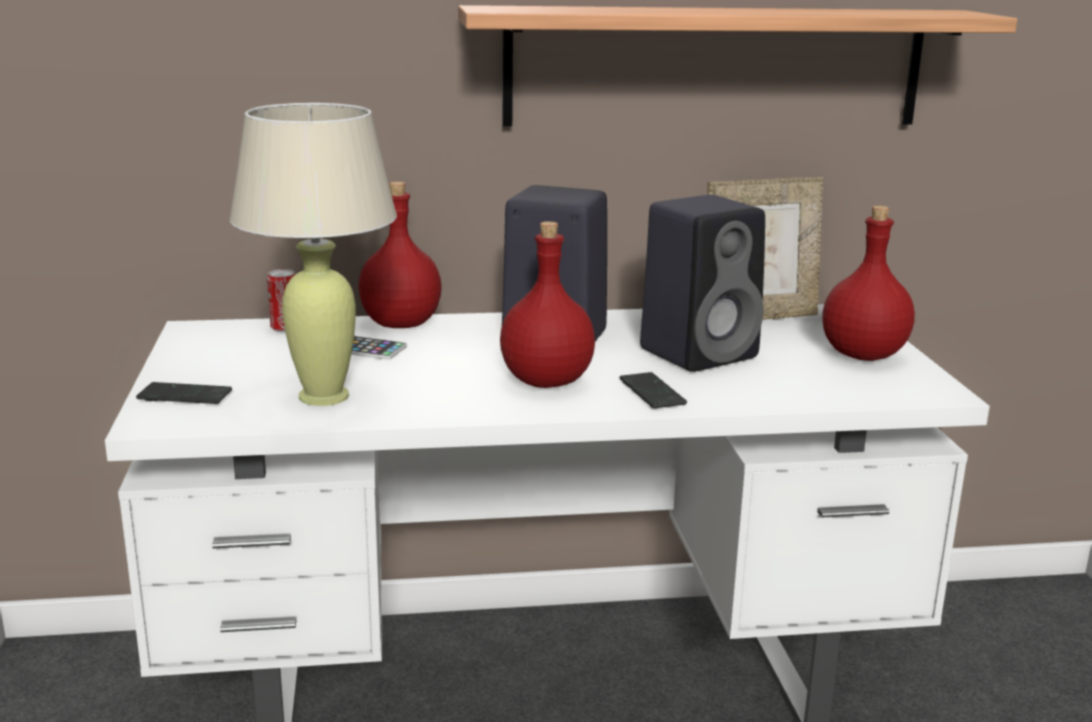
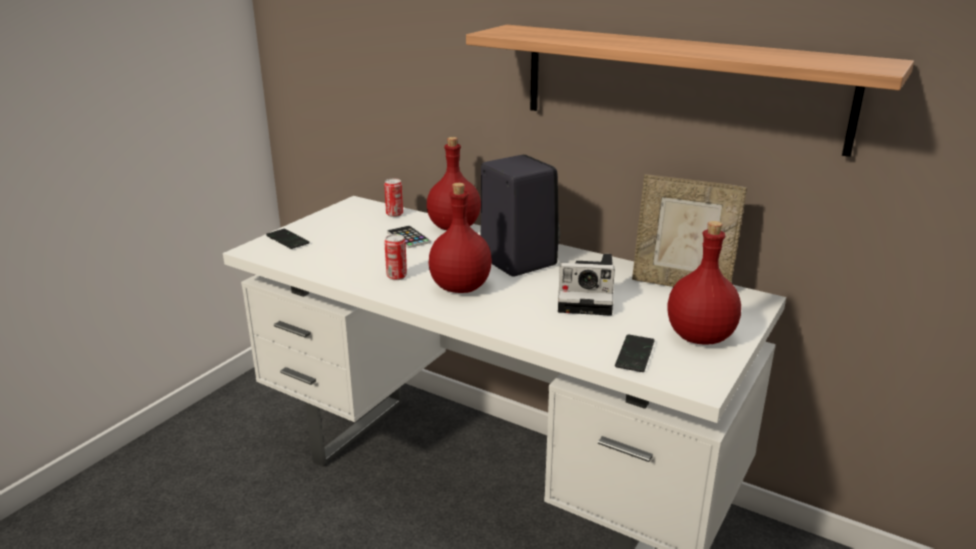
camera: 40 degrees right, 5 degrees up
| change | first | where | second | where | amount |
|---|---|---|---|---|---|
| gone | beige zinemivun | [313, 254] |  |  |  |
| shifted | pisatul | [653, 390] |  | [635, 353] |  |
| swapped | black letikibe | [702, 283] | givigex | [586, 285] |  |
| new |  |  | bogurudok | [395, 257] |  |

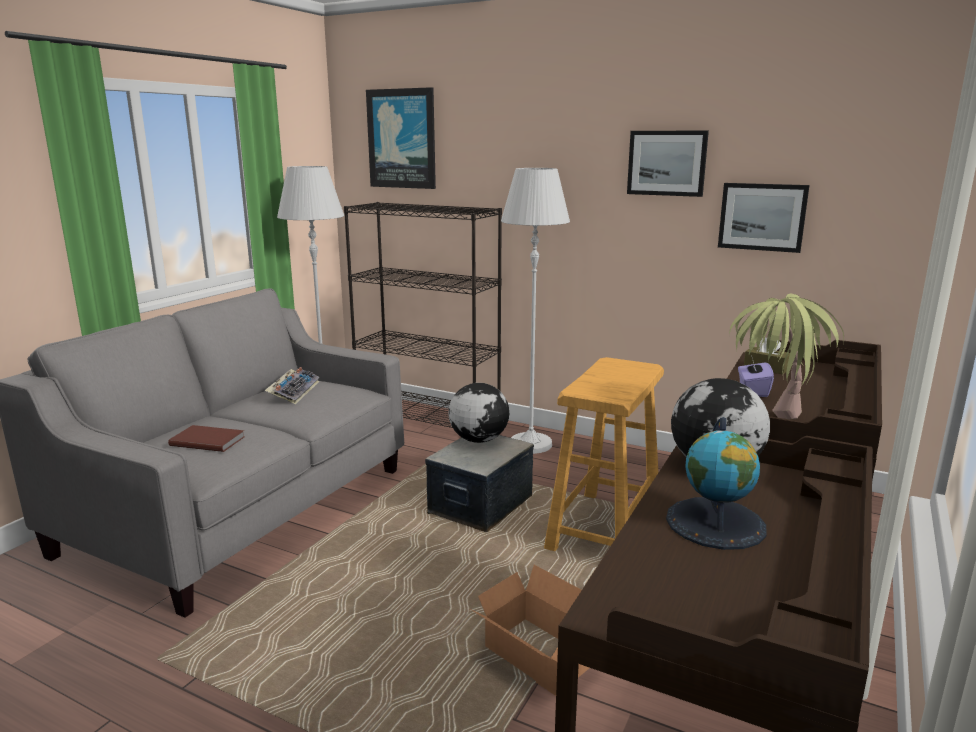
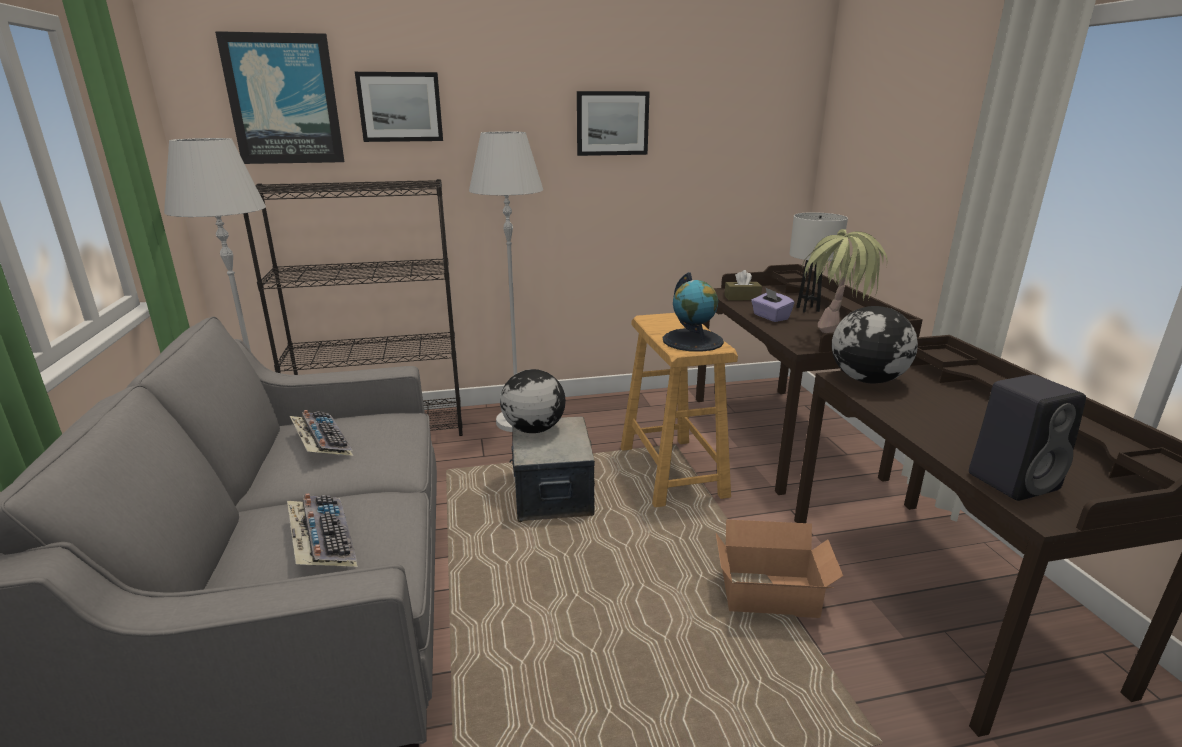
camera: 40 degrees left, 5 degrees up
| change | first | where | second | where | amount |
|---|---|---|---|---|---|
| swapped | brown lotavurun | [206, 438] | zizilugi | [322, 530] |  |
| shifted | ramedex | [716, 483] |  | [693, 312] |  |
| shifted | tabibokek | [764, 218] |  | [399, 107] |  |
| new |  |  | white zinemivun | [818, 262] |  |
| new |  |  | black letikibe | [1027, 438] |  |

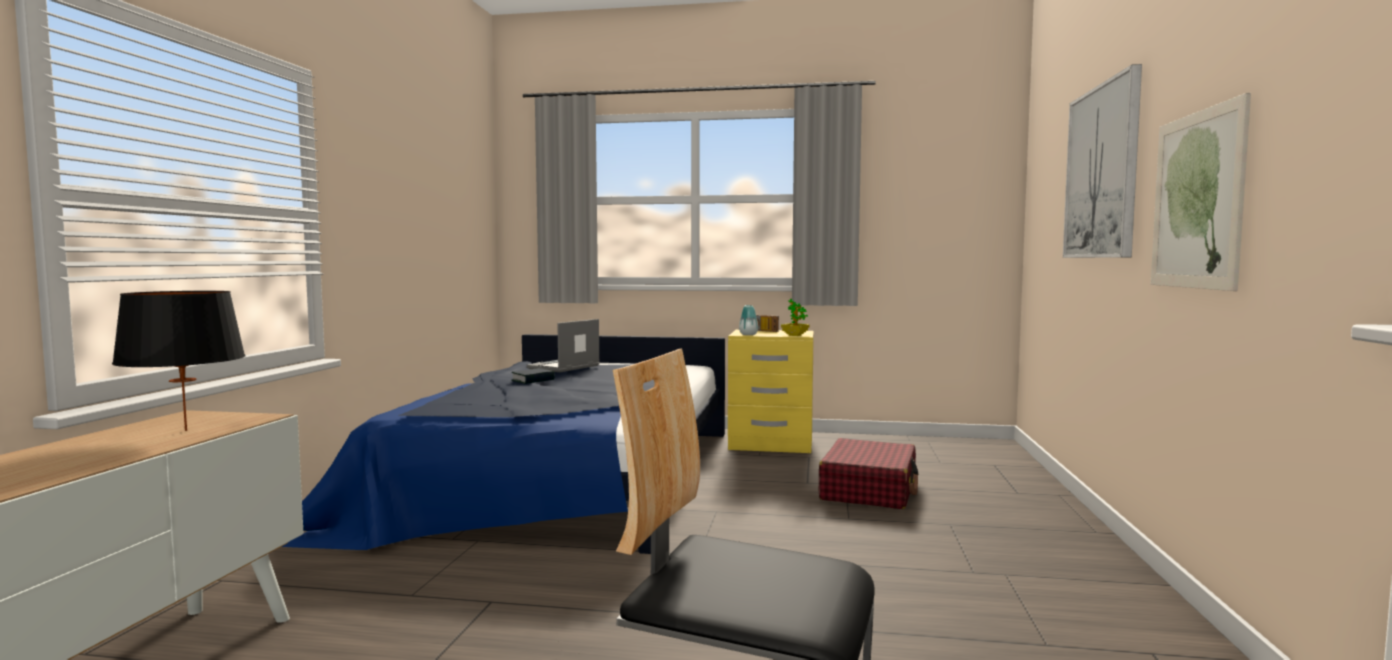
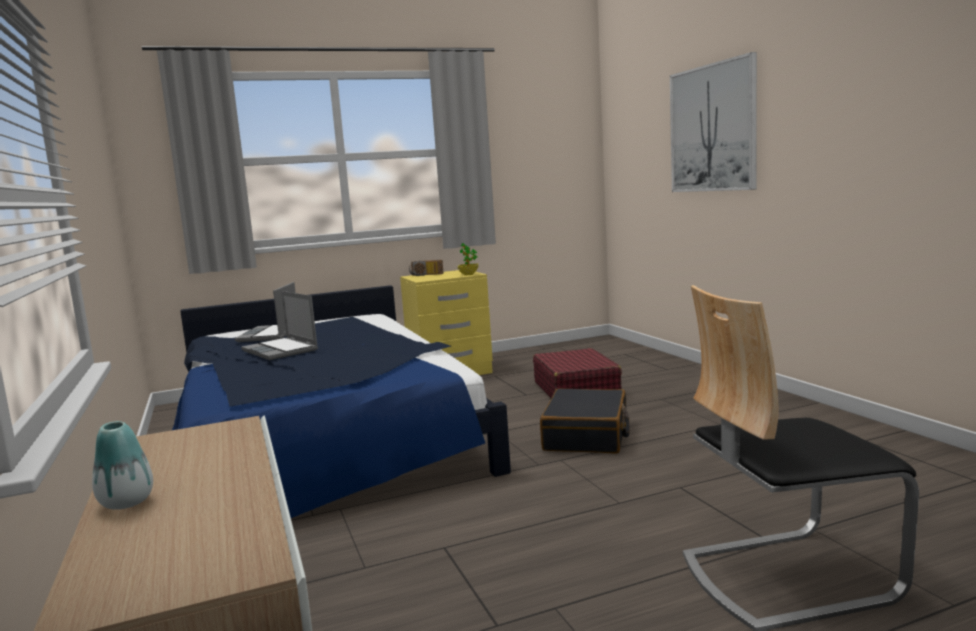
camera: 30 degrees left, 5 degrees up
| change | first | where | second | where | amount |
|---|---|---|---|---|---|
| gone | black zinemivun | [178, 361] |  |  |  |
| swapped | lotavurun | [533, 376] | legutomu | [279, 325] |  |
| shifted | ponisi | [748, 320] |  | [122, 465] |  |
| gone | tabibokek | [1201, 192] |  |  |  |
| new |  |  | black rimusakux | [584, 421] |  |

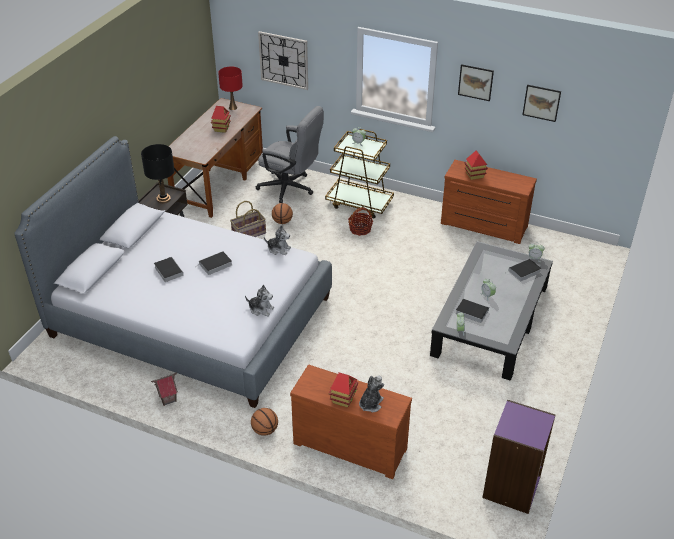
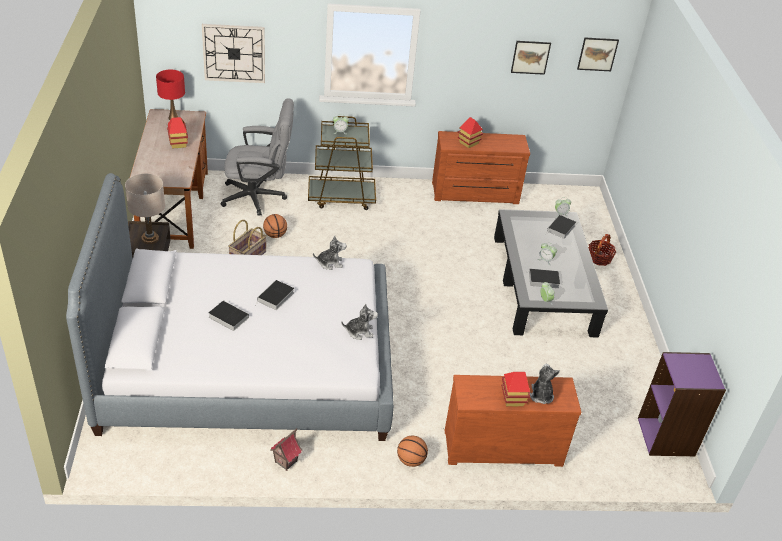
camera: 30 degrees left, 0 degrees up
| change | first | where | second | where | amount |
|---|---|---|---|---|---|
| repainted | black zinemivun | [158, 174] | beige zinemivun | [145, 209] |  |
| shifted | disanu | [360, 221] |  | [602, 250] |  |
| shifted | tabibokek | [476, 82] |  | [598, 54] |  |

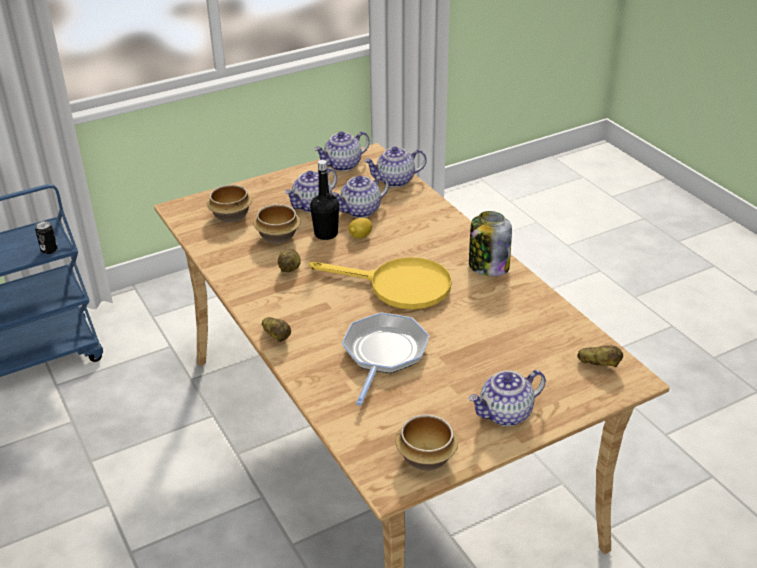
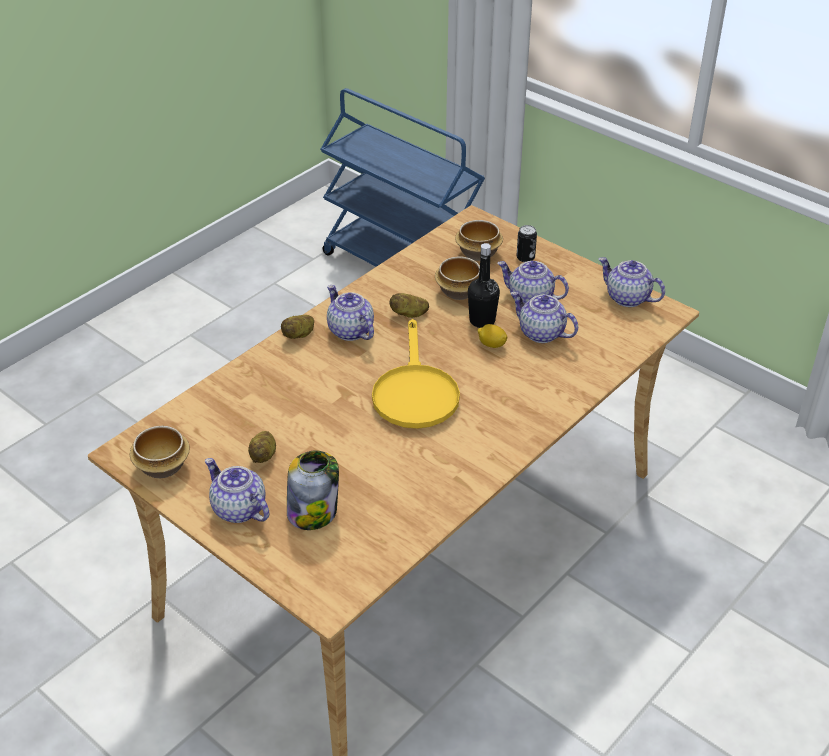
camera: 70 degrees right, 5 degrees up
| change | first | where | second | where | amount |
|---|---|---|---|---|---|
| shifted | bogurudok | [46, 237] |  | [526, 243] |  |
| gone | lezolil | [386, 359] |  |  |  |
| shifted | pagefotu | [395, 166] |  | [350, 313] |  |
| shifted | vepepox | [490, 243] |  | [313, 490] |  |
| shifted | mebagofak | [600, 356] |  | [262, 447] |  |

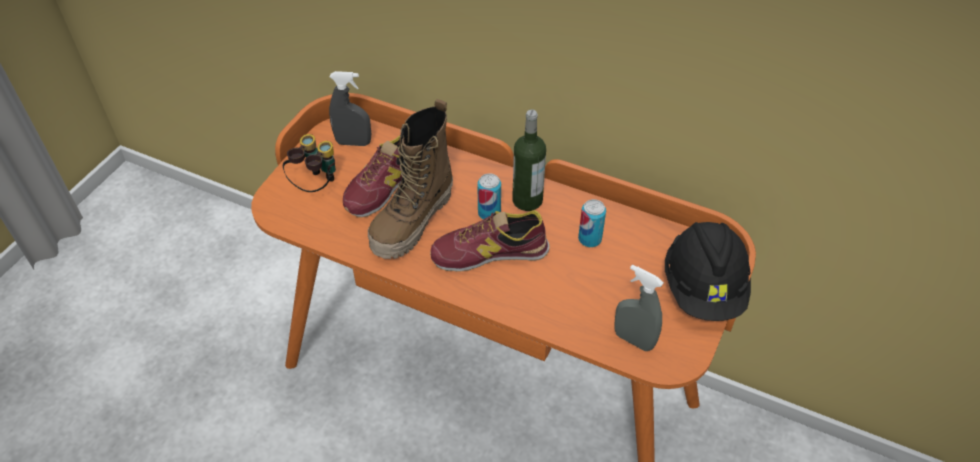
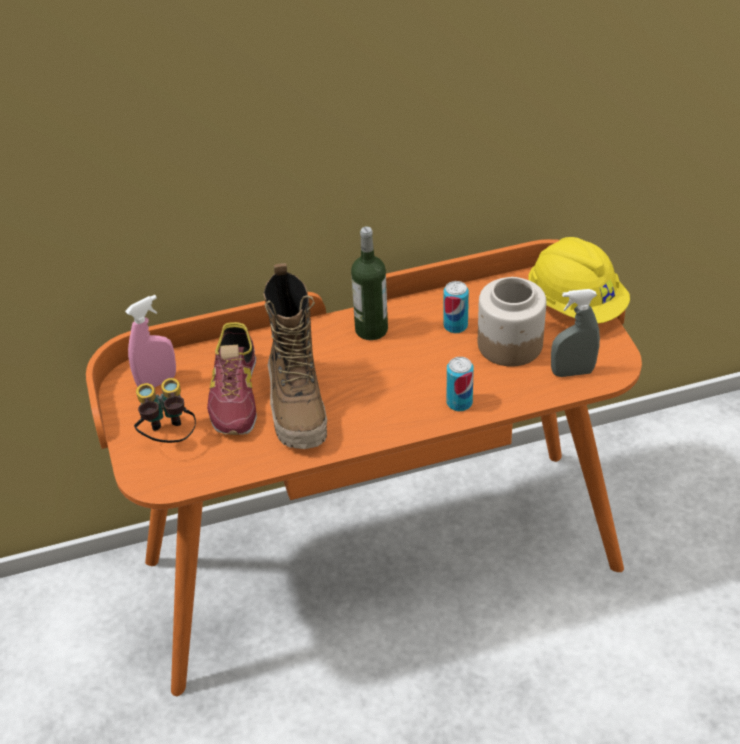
camera: 40 degrees left, 5 degrees down
| change | first | where | second | where | amount |
|---|---|---|---|---|---|
| repainted | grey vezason | [350, 108] | pink vezason | [150, 341] |  |
| gone | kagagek | [490, 241] |  |  |  |
| shifted | bogurudok | [489, 196] |  | [460, 384] |  |
| repainted | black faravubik | [708, 271] | yellow faravubik | [579, 280] |  |
| new |  |  | vepepox | [512, 322] |  |

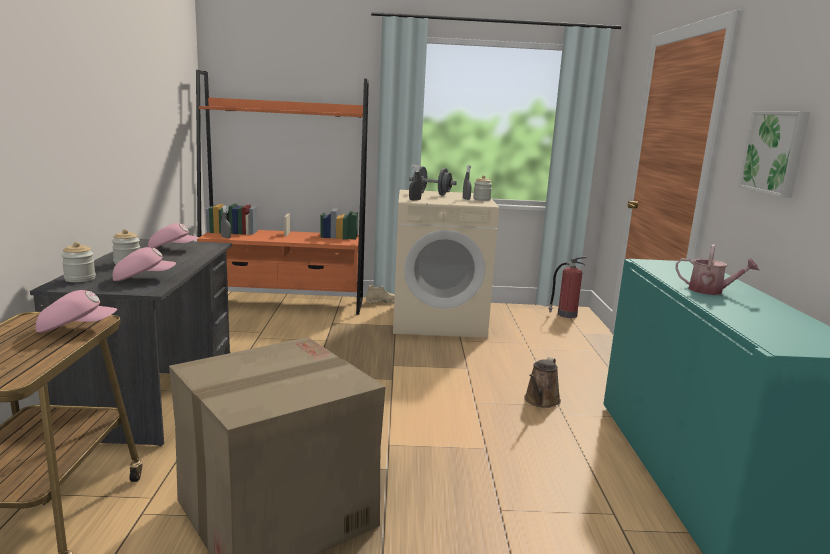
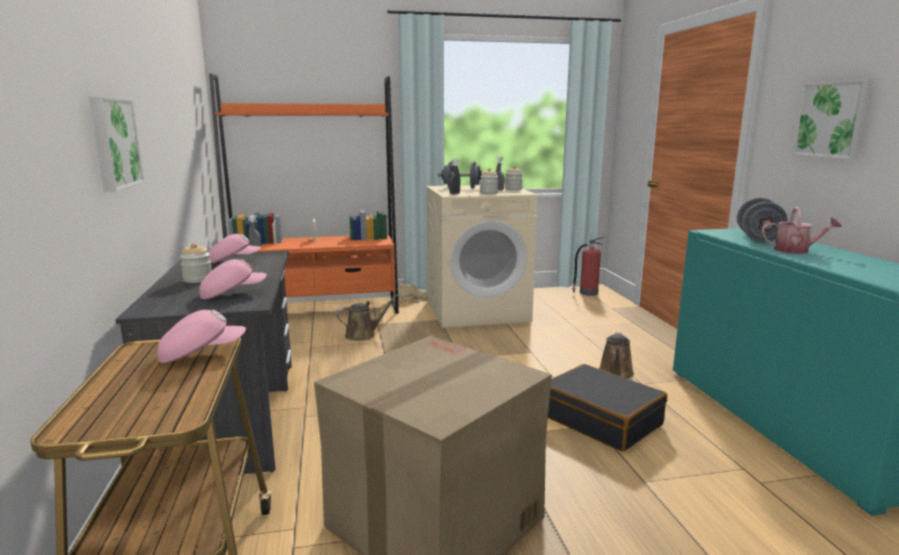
camera: 10 degrees left, 0 degrees up
| change | first | where | second | where | amount |
|---|---|---|---|---|---|
| shifted | vepepox | [78, 262] |  | [489, 181] |  |
| new |  |  | tabibokek | [116, 144] |  |
| new |  |  | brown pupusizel | [368, 317] |  |
| new |  |  | black rimusakux | [607, 407] |  |
| new |  |  | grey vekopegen | [762, 219] |  |

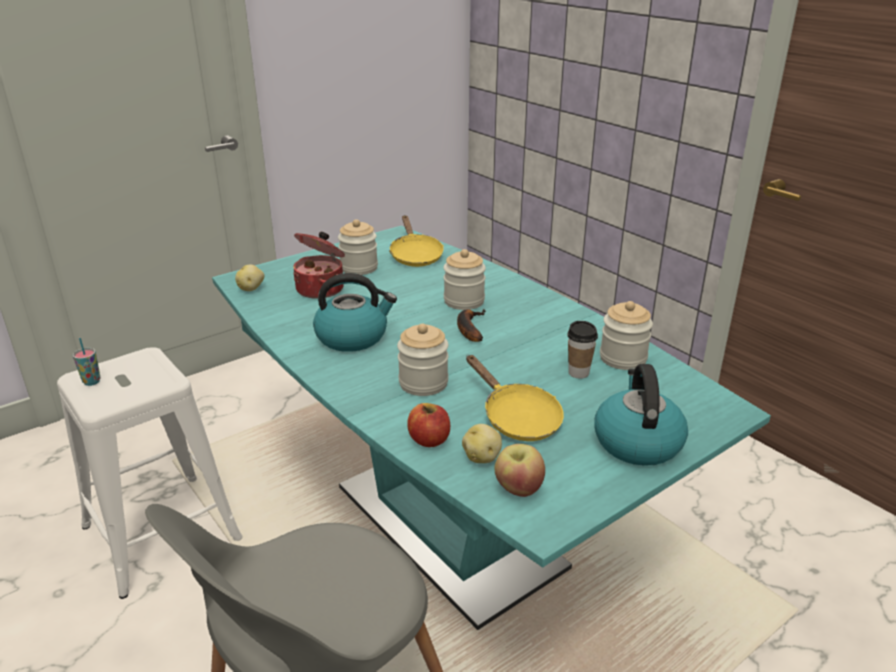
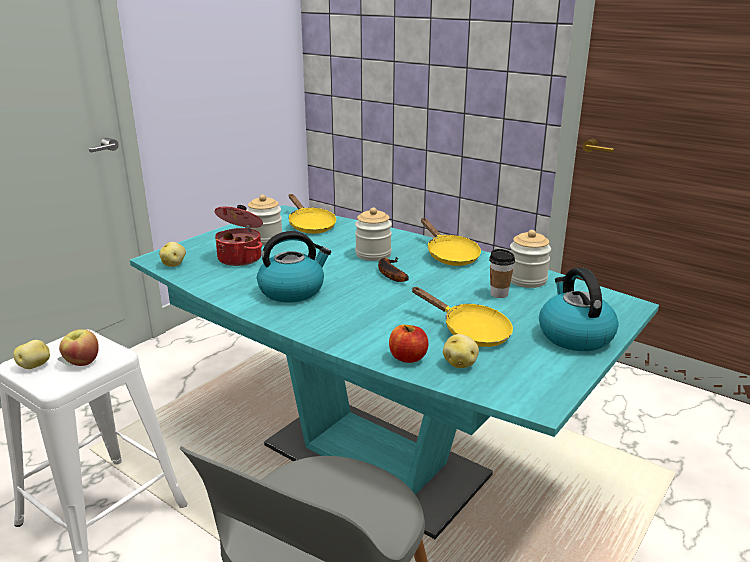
camera: 15 degrees left, 5 degrees down
| change | first | where | second | where | amount |
|---|---|---|---|---|---|
| swapped | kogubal | [87, 362] | mebagofak | [31, 354] |  |
| gone | vepepox | [422, 360] |  |  |  |
| shifted | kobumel | [520, 470] |  | [79, 347] |  |
| new |  |  | yellow lezolil | [451, 242] |  |

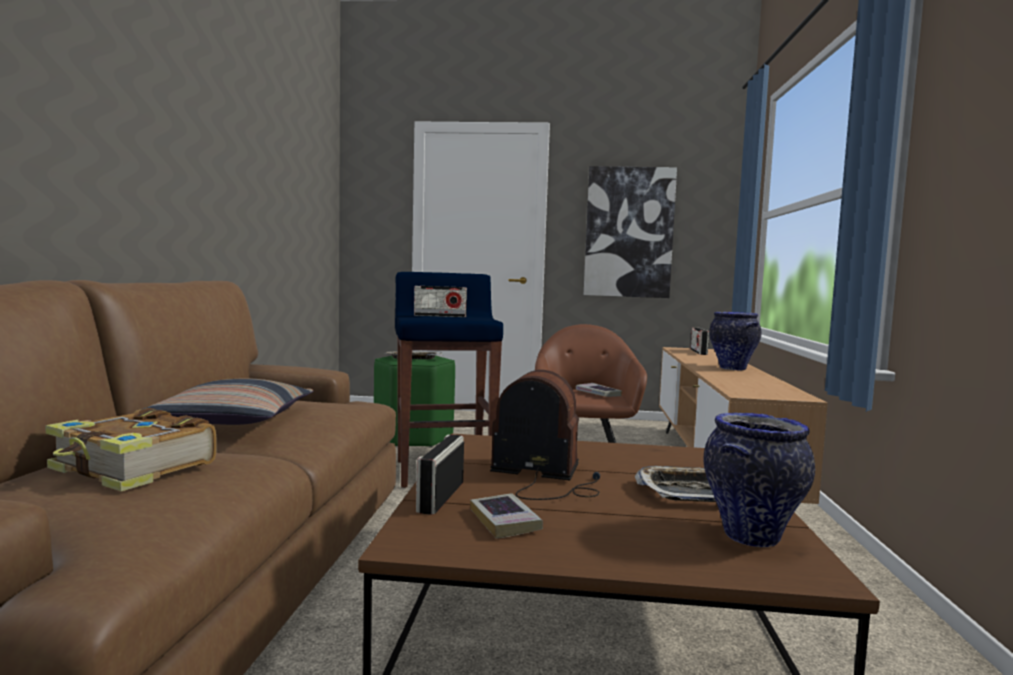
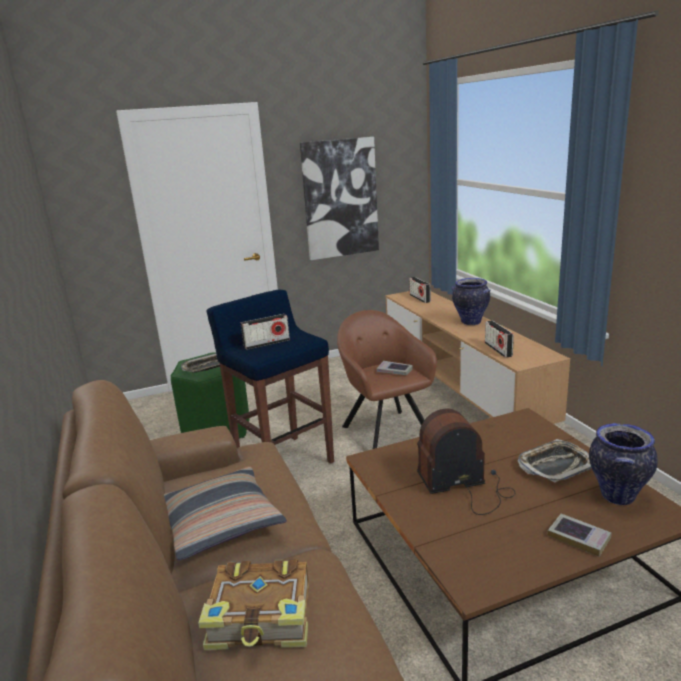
camera: 25 degrees left, 15 degrees up
| change | first | where | second | where | amount |
|---|---|---|---|---|---|
| shifted | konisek | [440, 474] |  | [499, 339] |  |
| shifted | lotavurun | [506, 516] |  | [579, 535] |  |

